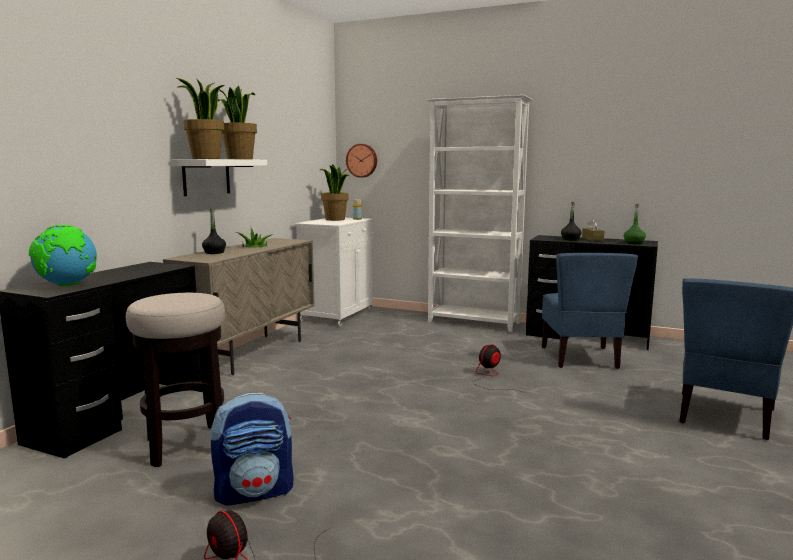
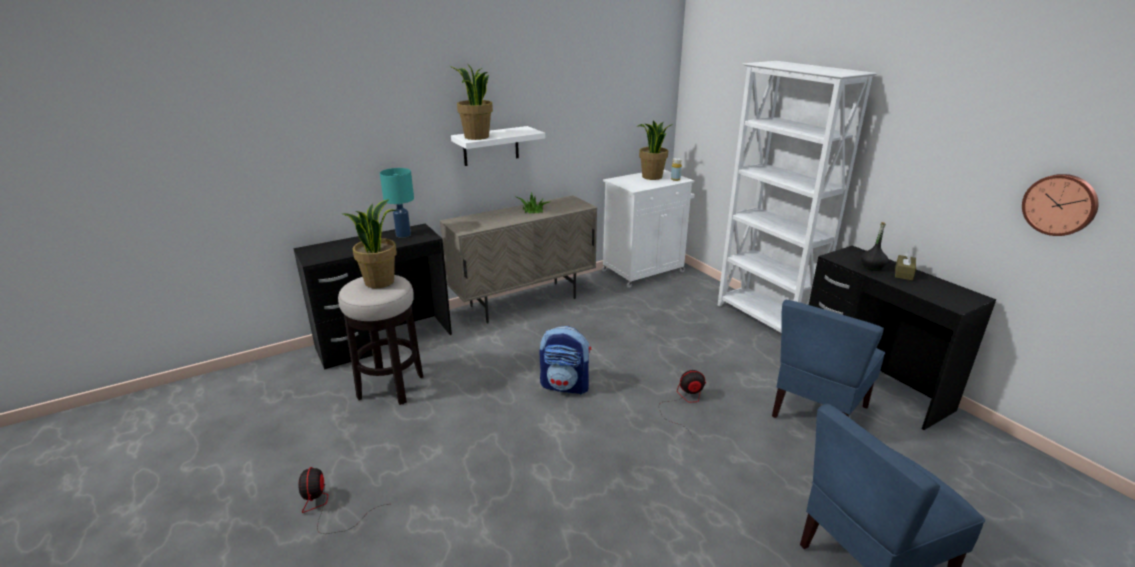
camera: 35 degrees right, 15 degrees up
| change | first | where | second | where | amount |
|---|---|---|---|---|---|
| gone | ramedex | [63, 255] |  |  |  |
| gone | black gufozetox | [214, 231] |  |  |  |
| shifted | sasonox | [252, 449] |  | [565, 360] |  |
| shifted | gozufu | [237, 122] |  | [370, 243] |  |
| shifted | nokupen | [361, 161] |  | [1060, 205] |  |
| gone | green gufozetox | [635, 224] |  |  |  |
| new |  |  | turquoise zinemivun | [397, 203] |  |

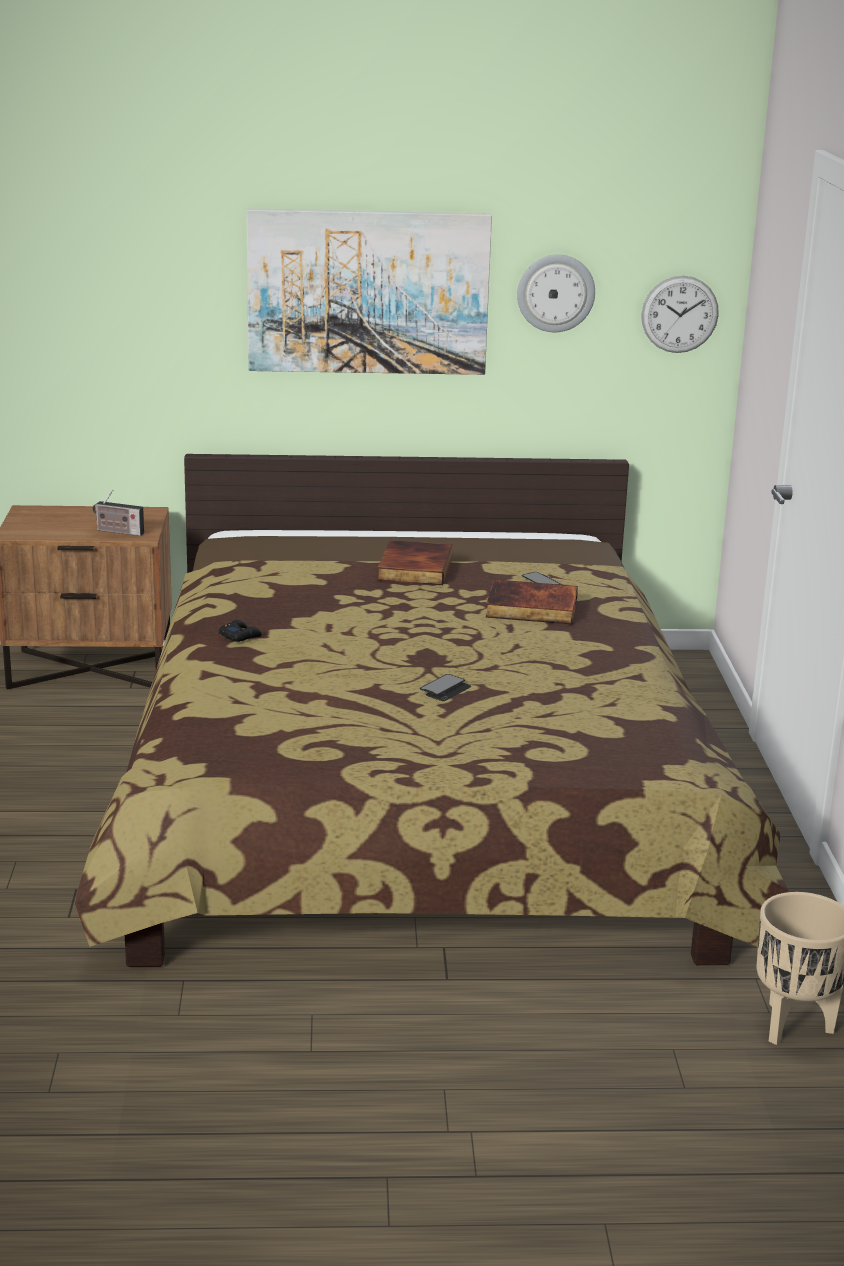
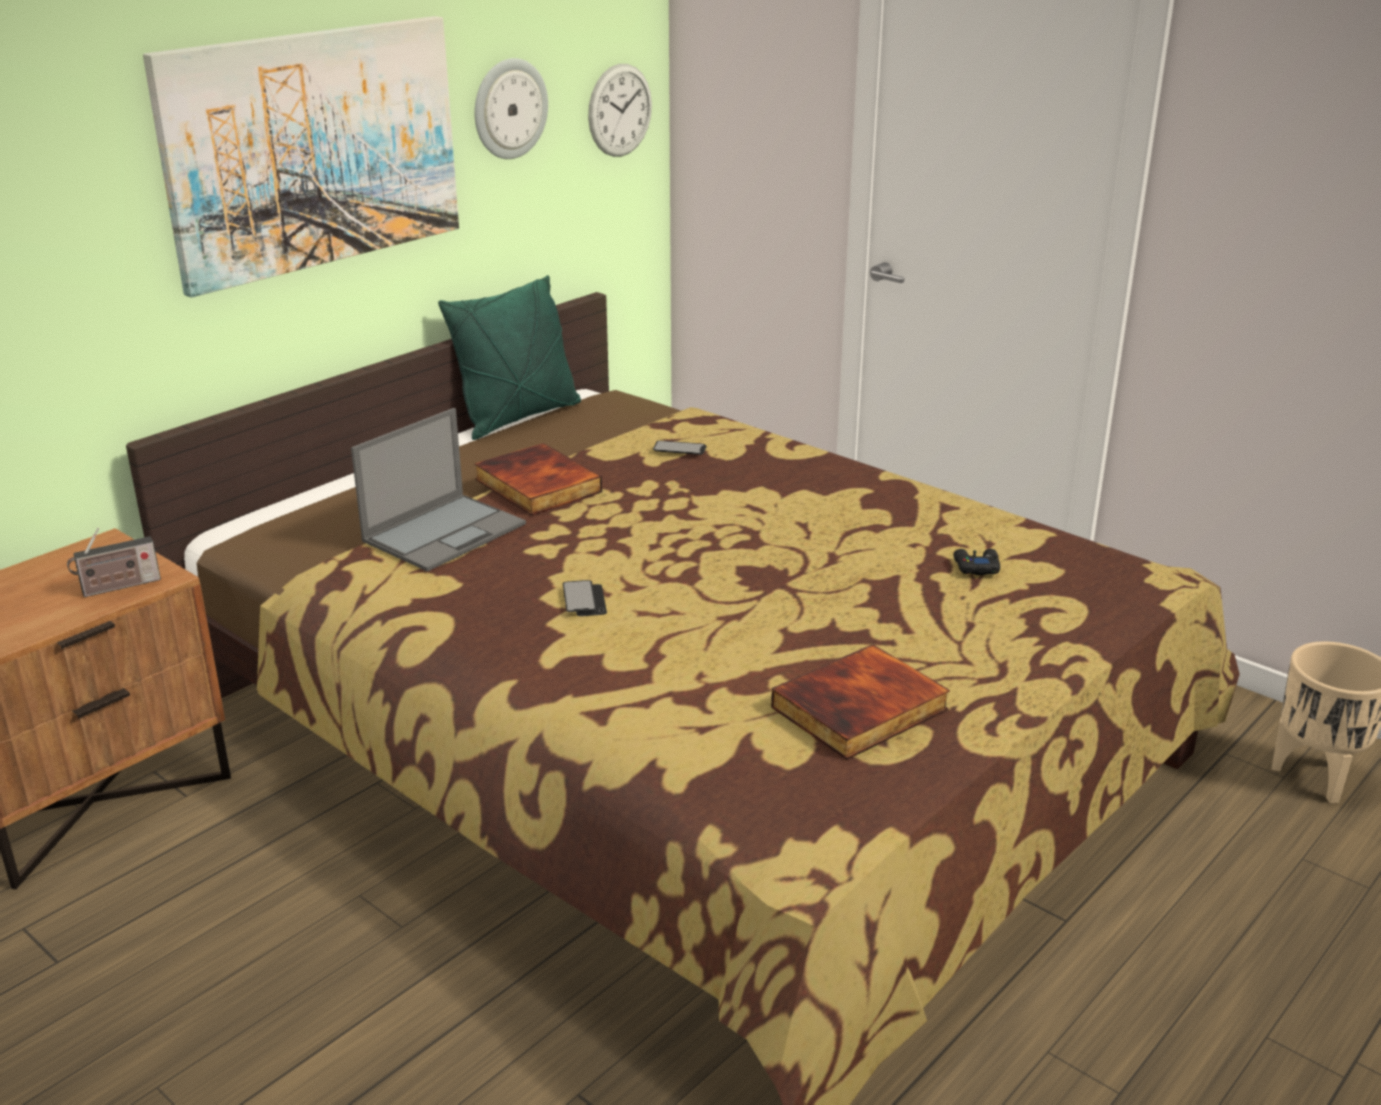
camera: 45 degrees left, 5 degrees up
| change | first | where | second | where | amount |
|---|---|---|---|---|---|
| shifted | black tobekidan | [240, 631] |  | [976, 562] |  |
| shifted | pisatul | [445, 687] |  | [585, 598] |  |
| shifted | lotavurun | [532, 602] |  | [860, 702] |  |
| new |  |  | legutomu | [438, 490] |  |
| new |  |  | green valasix | [509, 357] |  |

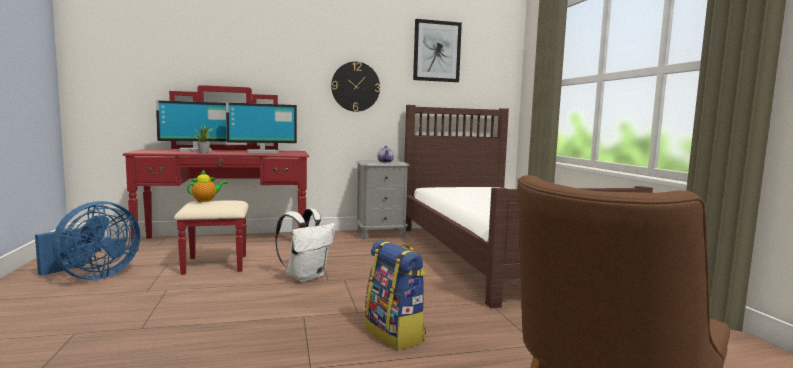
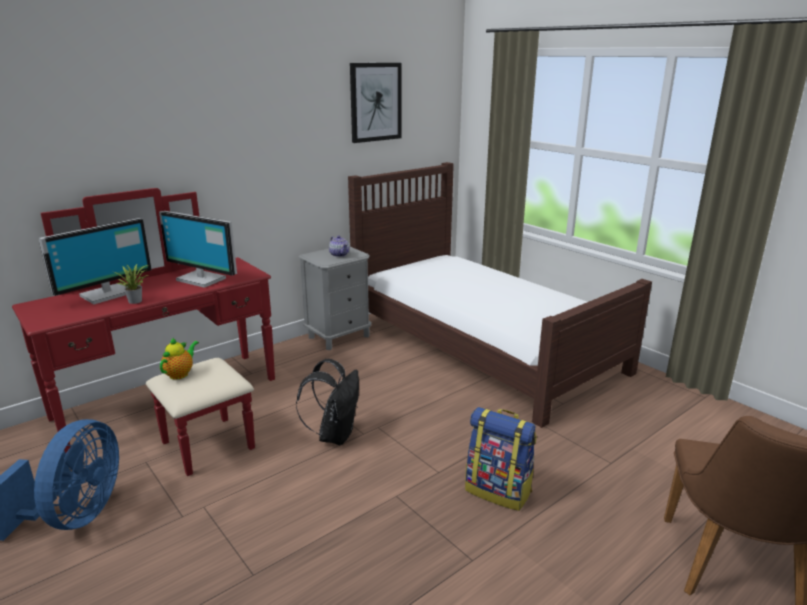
camera: 25 degrees left, 15 degrees up
| change | first | where | second | where | amount |
|---|---|---|---|---|---|
| rotated | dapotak | [261, 127] |  | [198, 249] | 75 degrees clockwise |
| repainted | white sasonox | [305, 245] | black sasonox | [327, 402] |  |
| gone | nokupen | [355, 87] |  |  |  |

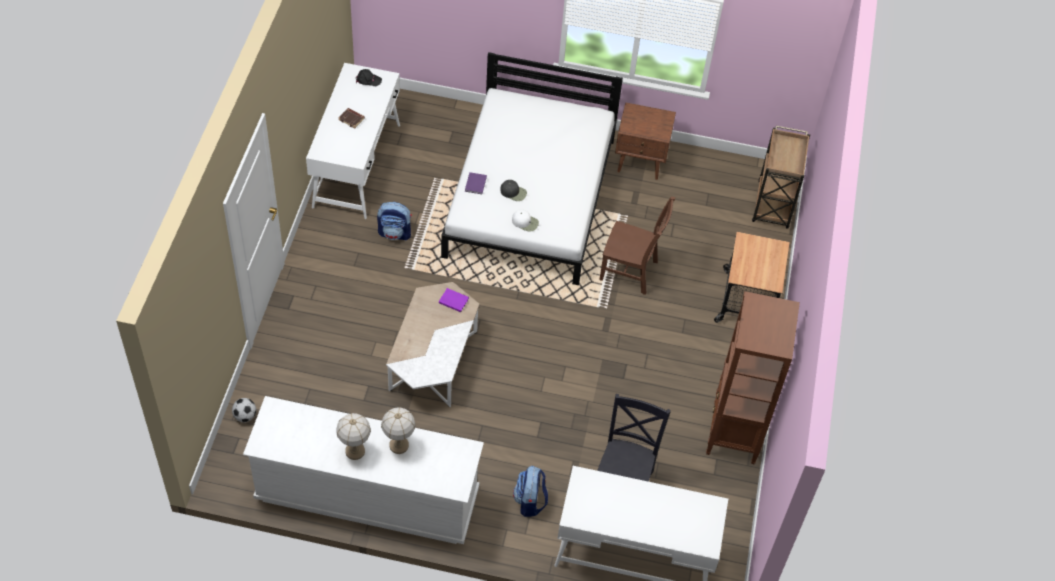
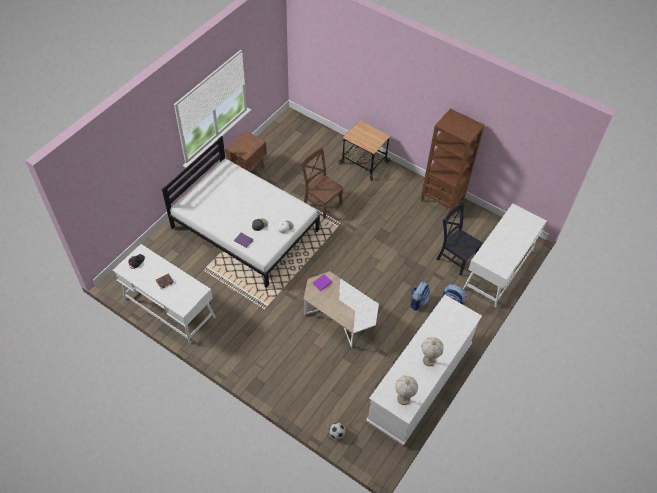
camera: 65 degrees left, 0 degrees up
| change | first | where | second | where | amount |
|---|---|---|---|---|---|
| shifted | sasonox | [394, 221] |  | [420, 296] |  |
| shifted | zinemivun | [398, 430] |  | [406, 390] |  |
| rotated | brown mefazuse | [637, 246] |  | [322, 182] | 90 degrees counterclockwise |
| gone | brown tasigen | [781, 177] |  |  |  |

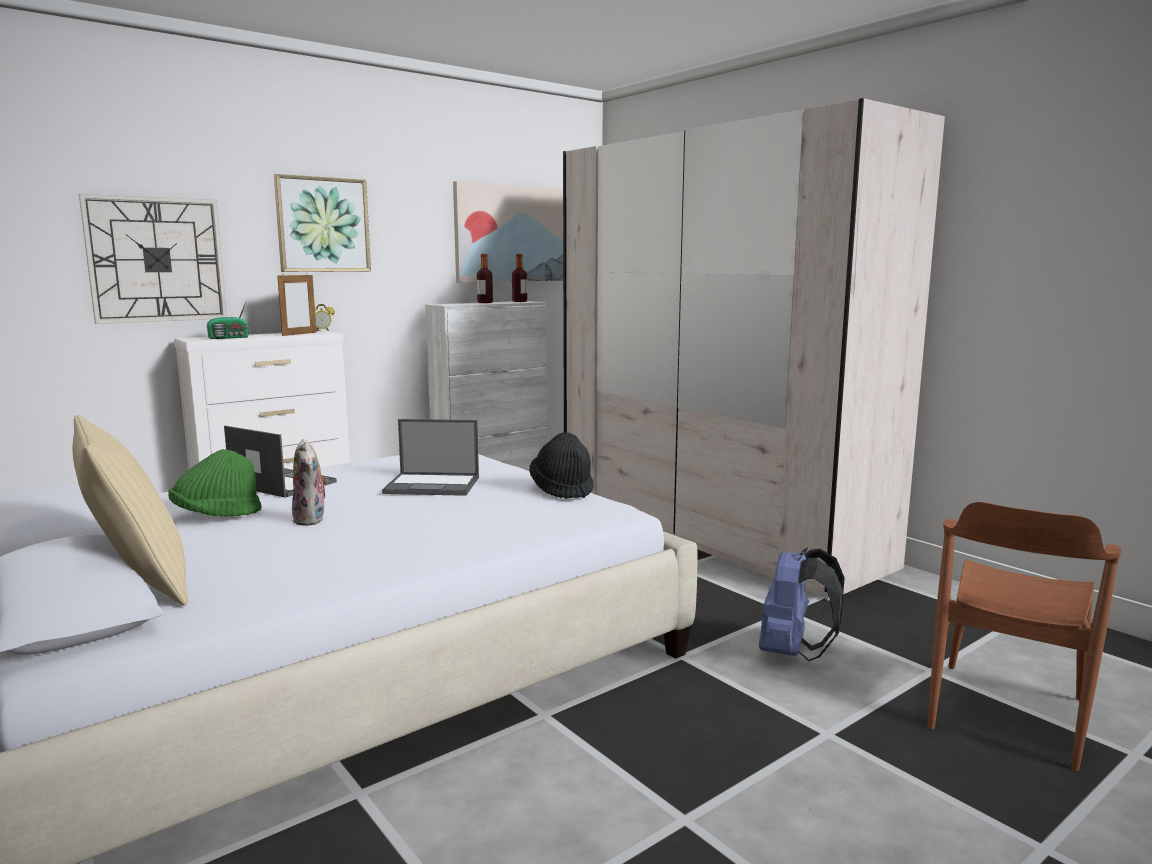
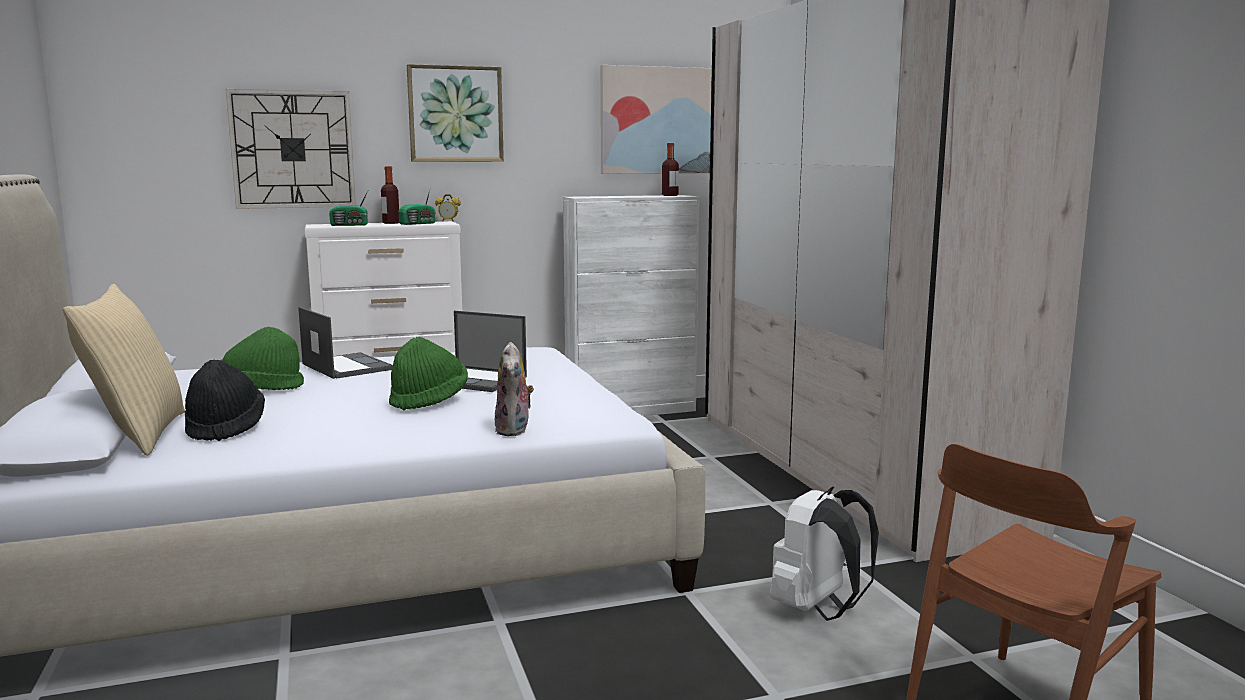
camera: 20 degrees right, 0 degrees up
| change | first | where | second | where | amount |
|---|---|---|---|---|---|
| swapped | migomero | [296, 304] | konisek | [417, 207] |  |
| shifted | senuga | [310, 482] |  | [514, 389] |  |
| shifted | gufozetox | [485, 278] |  | [390, 195] |  |
| shifted | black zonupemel | [561, 465] |  | [225, 400] |  |
| repainted | blue sasonox | [802, 604] | white sasonox | [824, 553] |  |
| new |  |  | green zonupemel | [428, 373] |  |

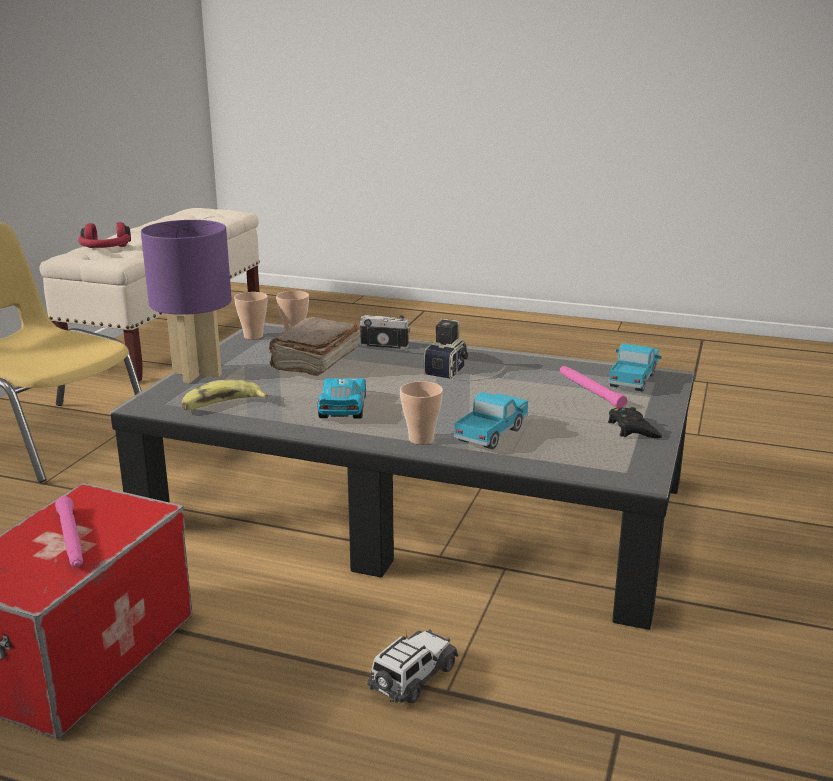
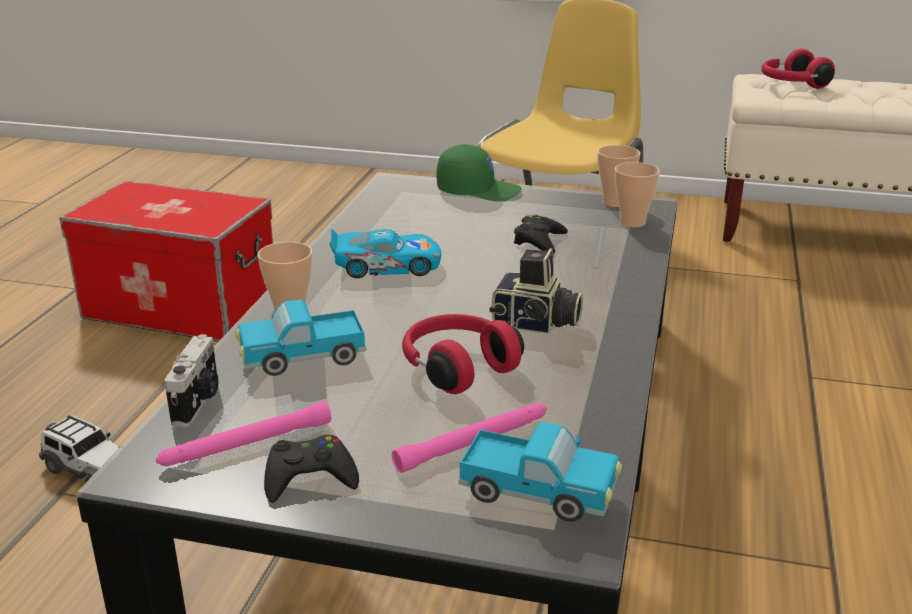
camera: 85 degrees right, 5 degrees up
| change | first | where | second | where | amount |
|---|---|---|---|---|---|
| shifted | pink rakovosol | [69, 531] |  | [243, 433] |  |
| swapped | purple zinemivun | [186, 301] | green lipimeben | [479, 172] |  |
| gone | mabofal | [225, 395] |  |  |  |
| swapped | brown lotavurun | [314, 346] | black tobekidan | [541, 234] |  |
| shifted | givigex | [384, 332] |  | [191, 380] |  |
| rotated | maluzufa | [491, 420] |  | [300, 338] | 135 degrees clockwise |
| new |  |  | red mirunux | [463, 354] |  |

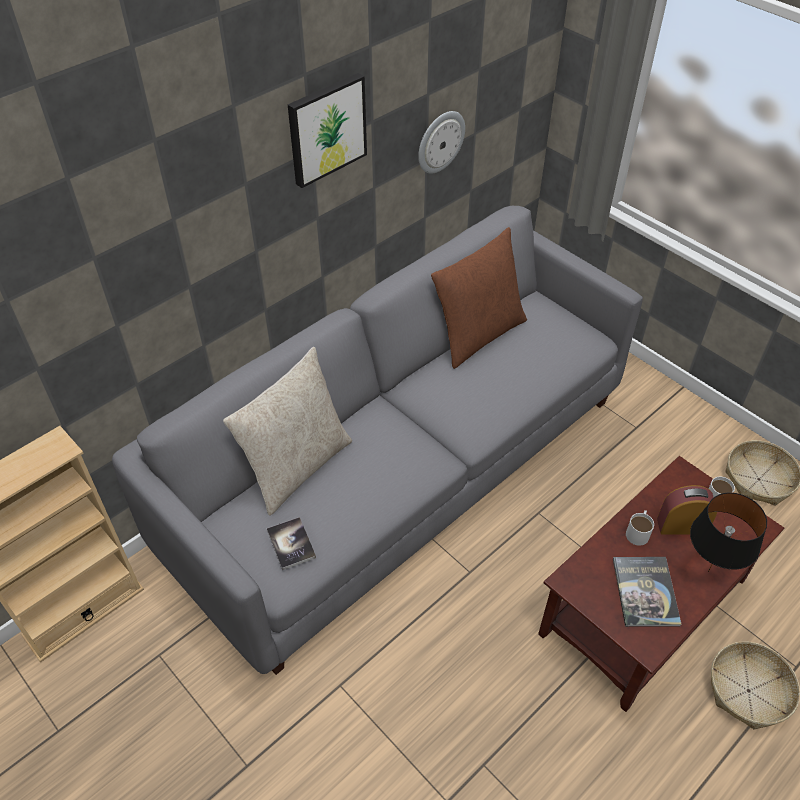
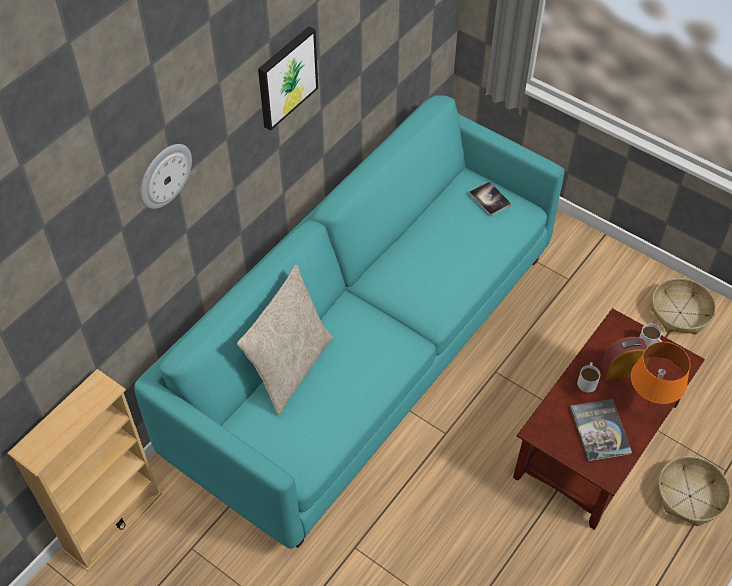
camera: 10 degrees left, 5 degrees up
| change | first | where | second | where | amount |
|---|---|---|---|---|---|
| repainted | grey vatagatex | [377, 440] | turquoise vatagatex | [349, 322] |  |
| shifted | lotavurun | [291, 543] |  | [490, 199] |  |
| shifted | nokupen | [441, 142] |  | [166, 176] |  |
| gone | brown valasix | [479, 298] |  |  |  |
| repainted | black zinemivun | [728, 532] | orange zinemivun | [660, 374] |  |

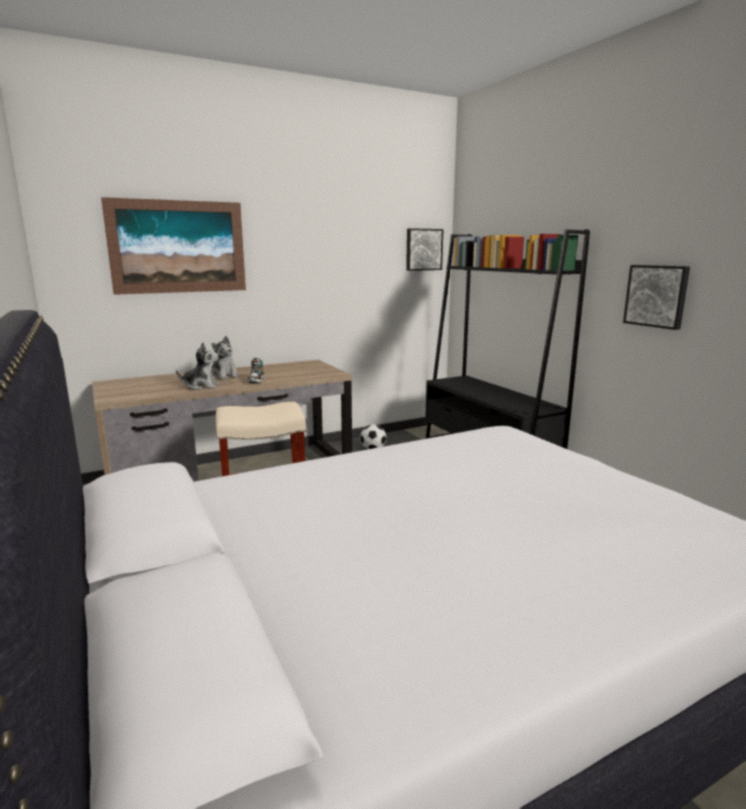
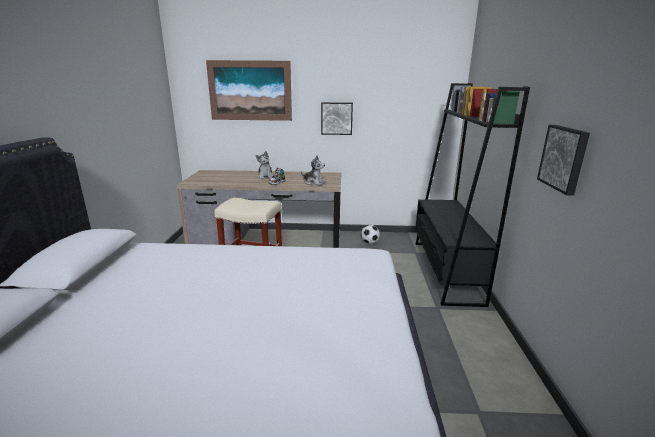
camera: 30 degrees right, 5 degrees up
| change | first | where | second | where | amount |
|---|---|---|---|---|---|
| shifted | senuga | [197, 366] |  | [313, 170] |  |
| shifted | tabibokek | [425, 249] |  | [337, 118] |  |

